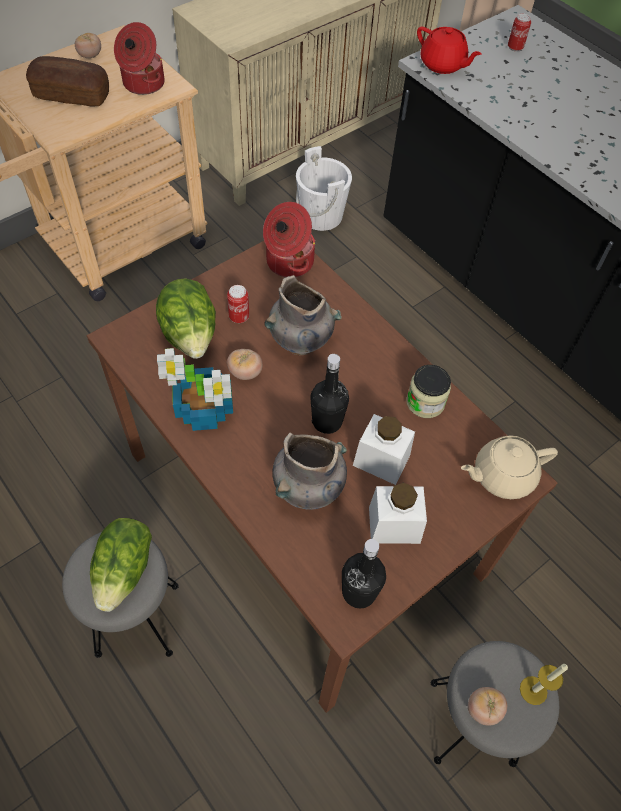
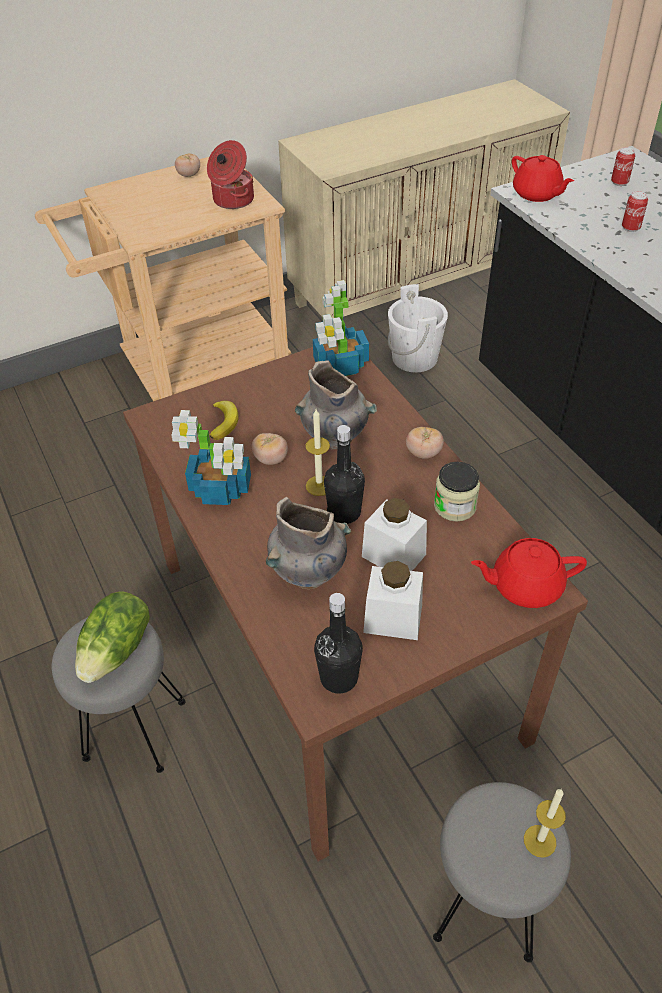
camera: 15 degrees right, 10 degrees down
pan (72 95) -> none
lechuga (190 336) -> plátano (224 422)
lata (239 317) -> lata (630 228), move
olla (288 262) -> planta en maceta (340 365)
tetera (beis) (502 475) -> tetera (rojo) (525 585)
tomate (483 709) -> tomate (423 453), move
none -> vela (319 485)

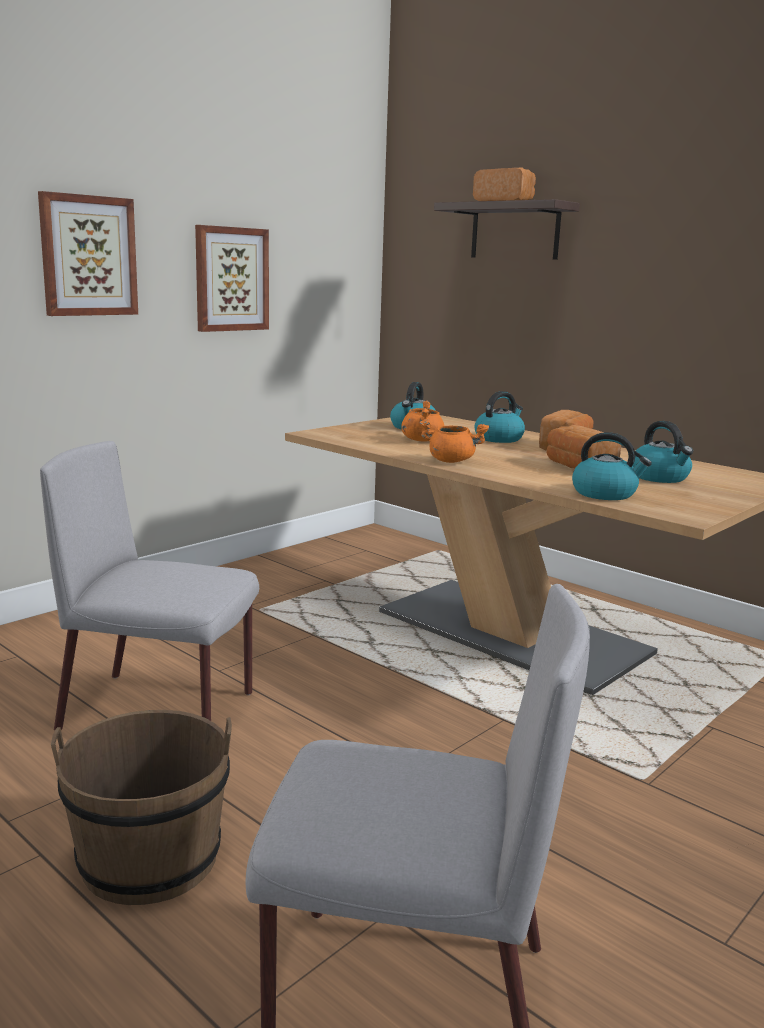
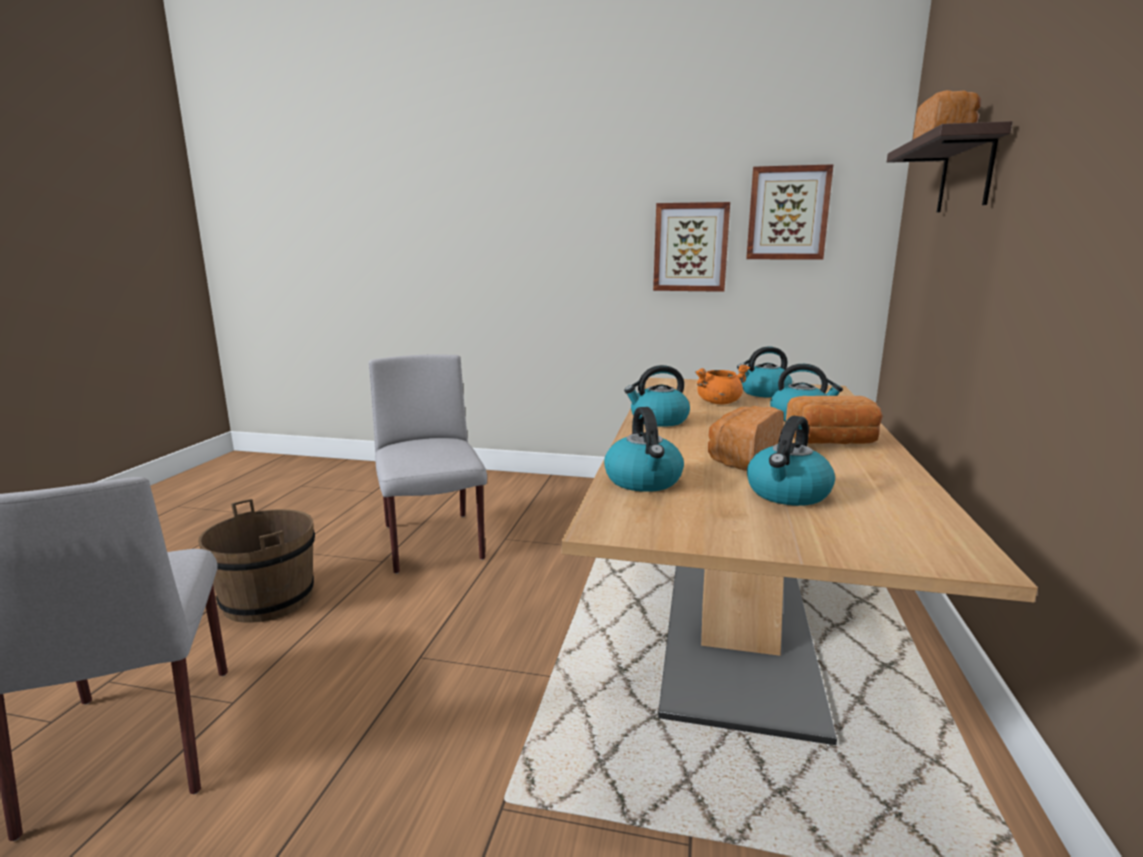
camera: 60 degrees right, 0 degrees up
cuadro (88 256) -> cuadro (787 213), move
olla (naranja) (452 461) -> hervidor (658 420)

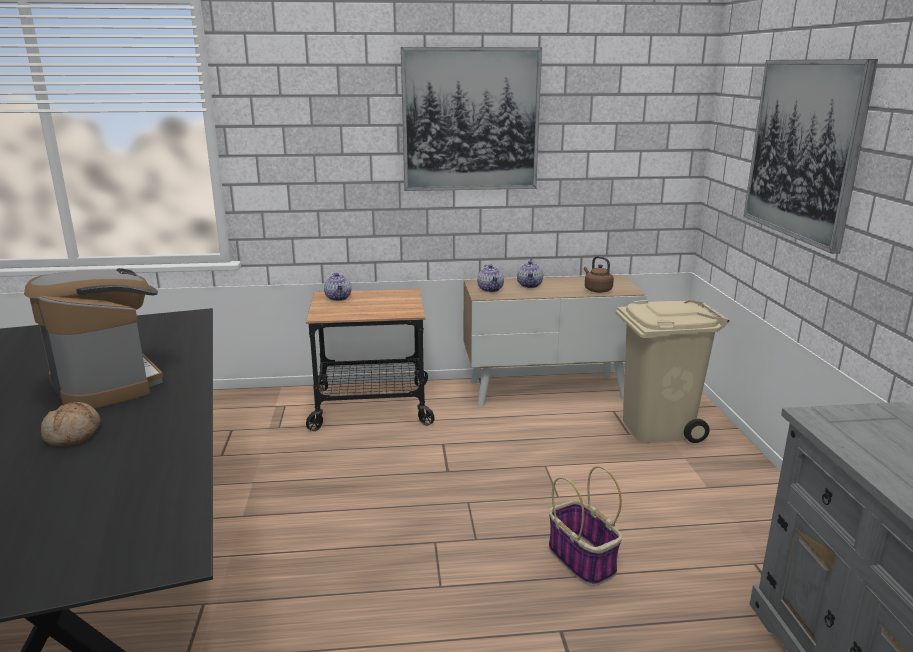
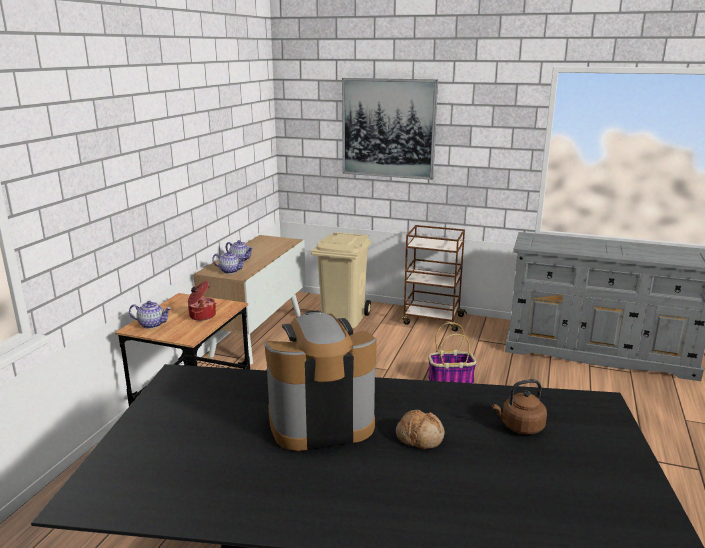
camera: 65 degrees left, 0 degrees up
cuadro (470 120) -> none
hervidor (marrón) (596 290) -> hervidor (marrón) (520 427), move
none -> olla (201 316)
none -> carrito (marrón) (432 320)

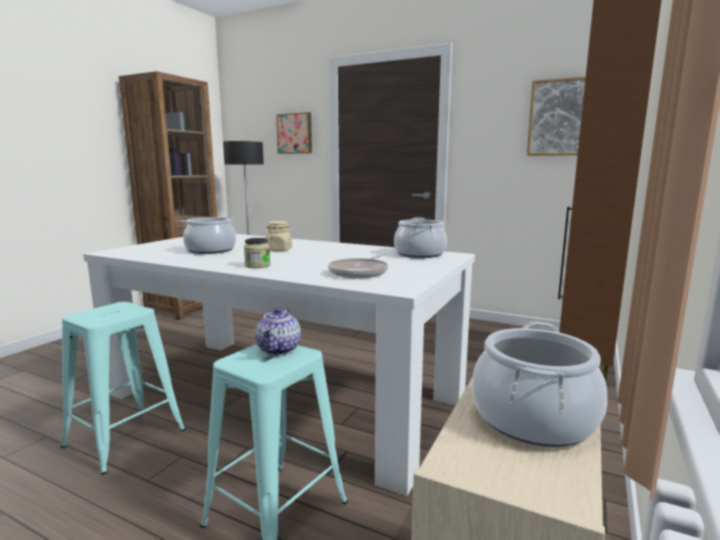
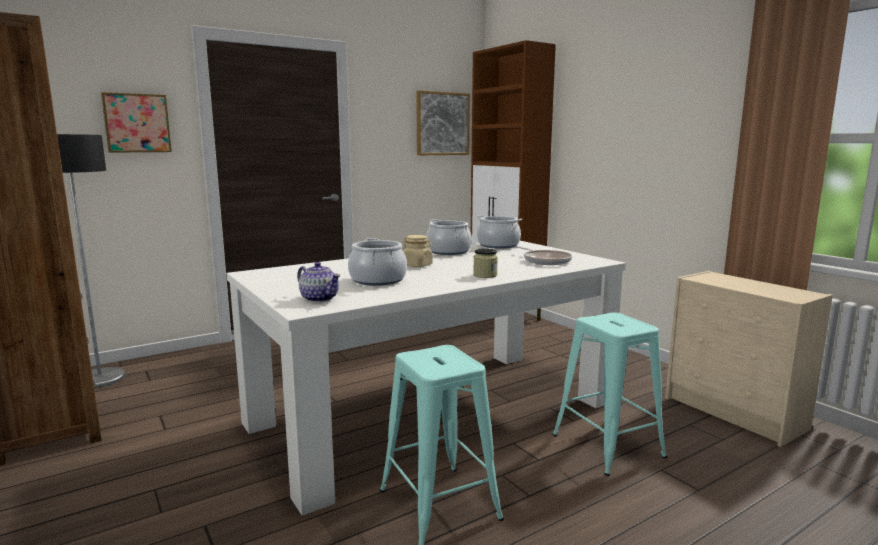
camera: 60 degrees left, 0 degrees up
tetera (279 349) -> tetera (319 298), move
olla (532 418) -> olla (448 251), move

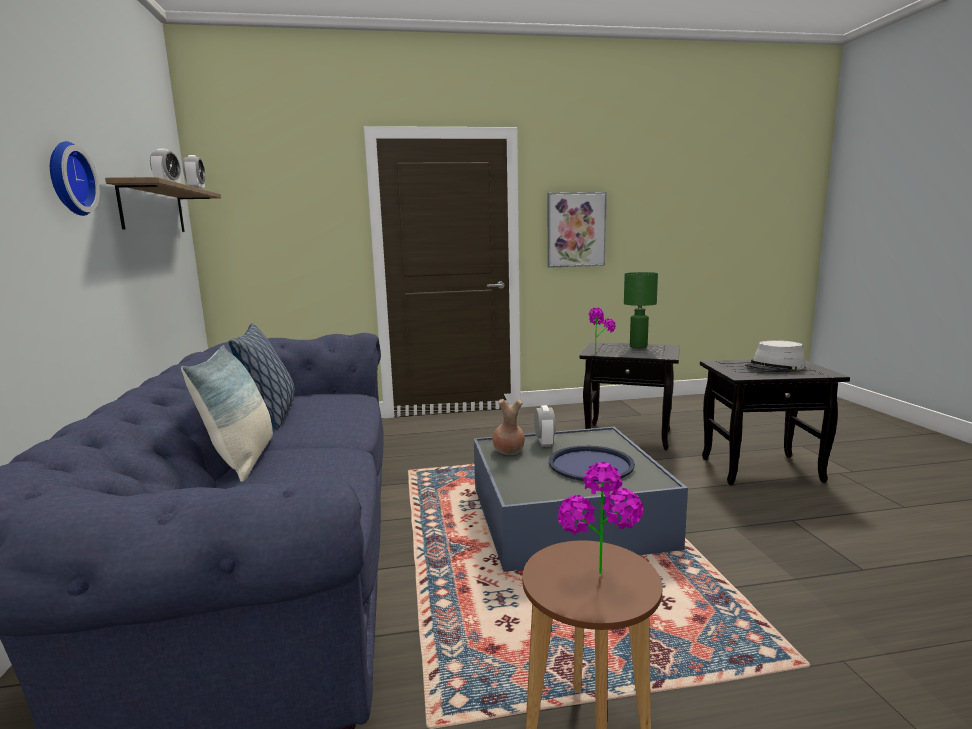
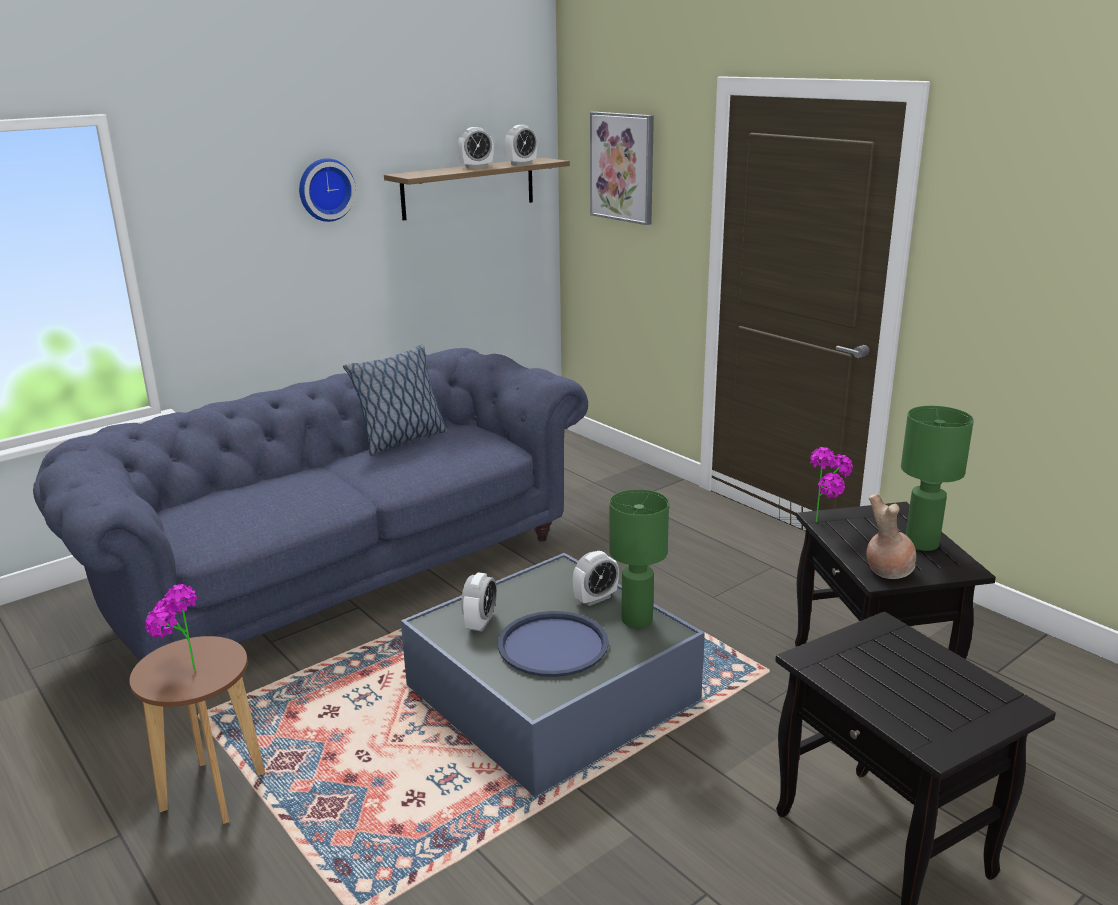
camera: 60 degrees right, 10 degrees up
cojín (243 460) -> none
florero (marrón) (508 451) -> florero (marrón) (886 571), move
cuadro (576 230) -> cuadro (622 167), move
sombrero (gris) (775 367) -> none
none -> despertador (480 623)
none -> lámpara de mesa (verde) (636 620)

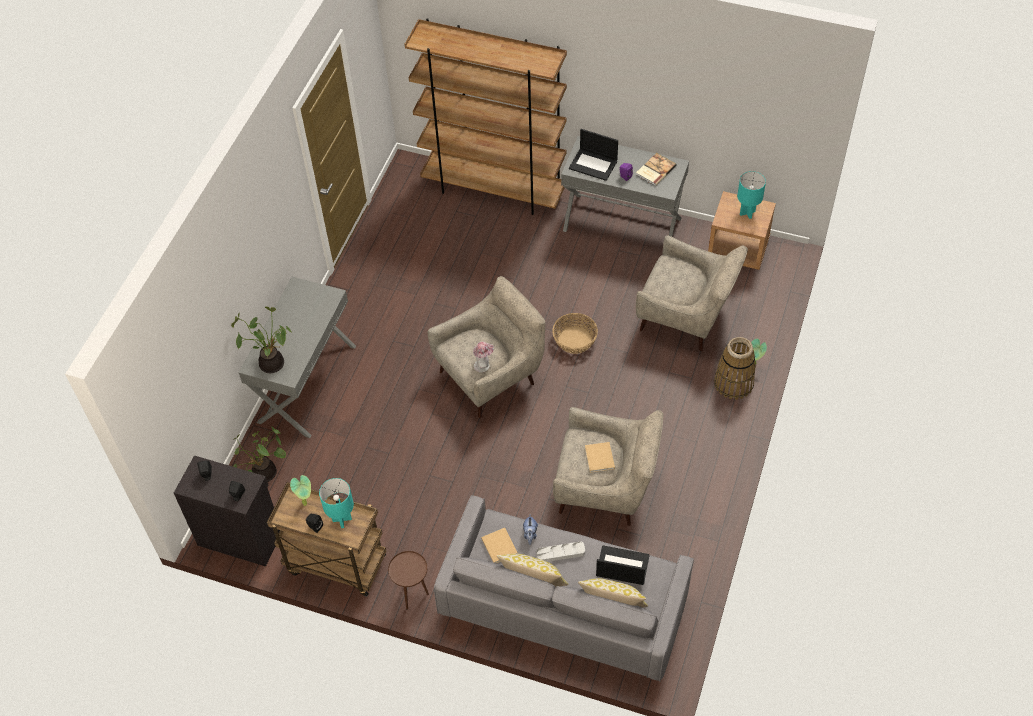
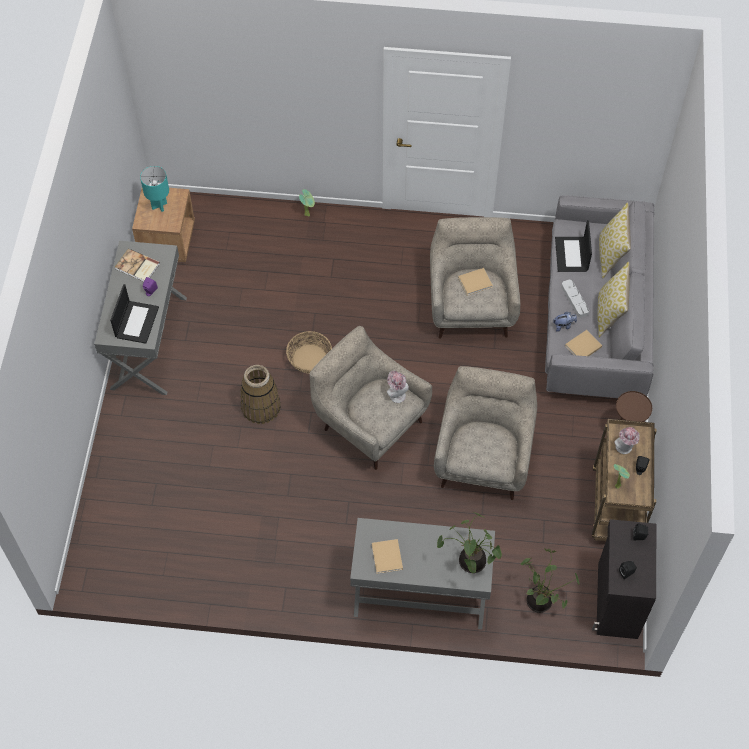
camera: 105 degrees left, 5 degrees up
lámpara de mesa (turquesa) (342 520) -> sombrero (625 448)
estantería (marrón) (494 190) -> none
sillón (beis) (687 318) -> sillón (beis) (483 458), move
cesta (733 383) -> cesta (260 407), move
none -> libro (beis) (387 558)

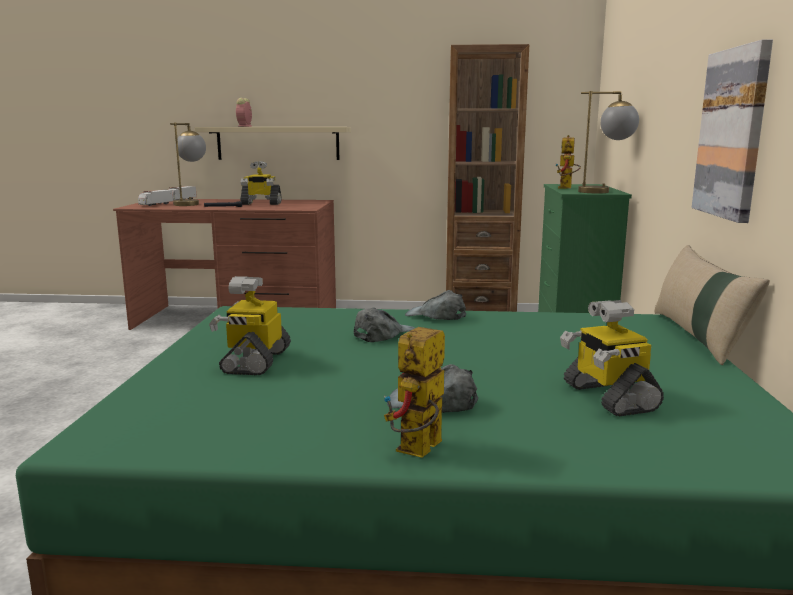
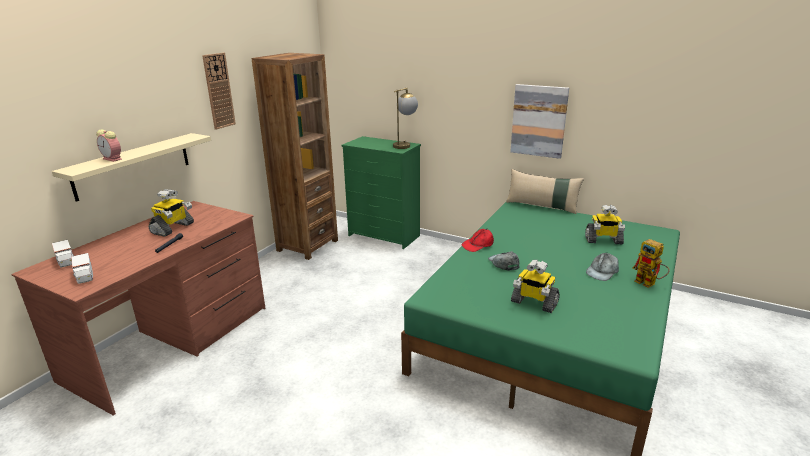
camera: 65 degrees left, 10 degrees up
lámpara de mesa (191 203) -> none
gorra (gris) (435 315) -> gorra (rojo) (478 245)
robot de juguete (566 188) -> none
none -> reloj de pared (219 91)

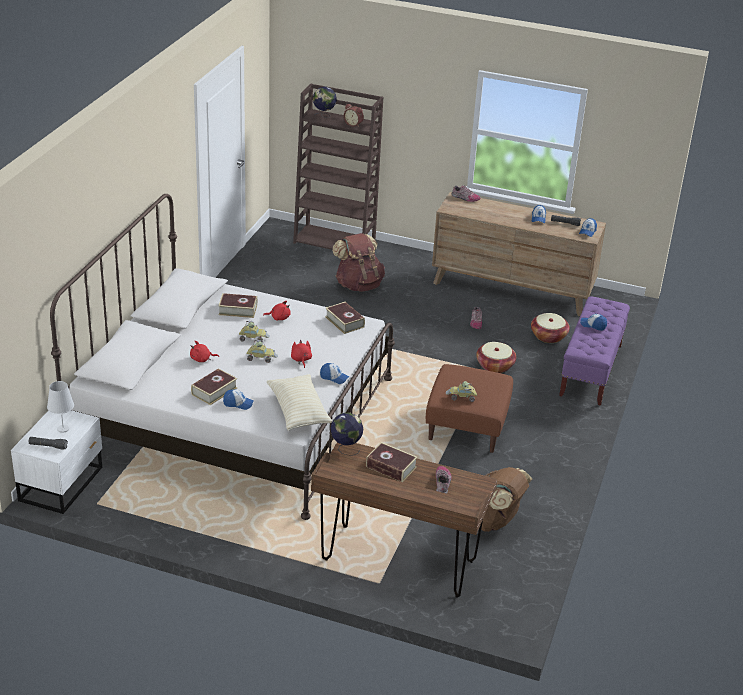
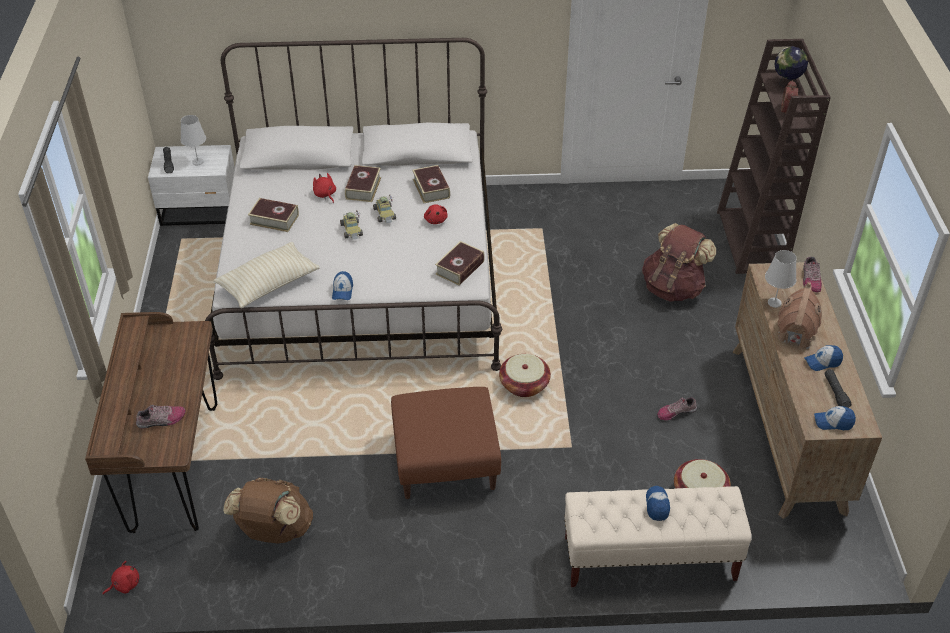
camera: 70 degrees right, 10 degrees up
gorra (238 403) -> none
peluche (rojo) (301 360) -> peluche (rojo) (124 584), move
globo terráqueo (345 448) -> none
libro (391 467) -> libro (363 188), move
coche de juguete (462 397) -> none
cesta (495 366) -> cesta (524 385), move
banco (morado) (591 370) -> banco (beis) (649 558)
none -> lámpara de mesa (blanco) (774 302)
none -> casita (795 334)

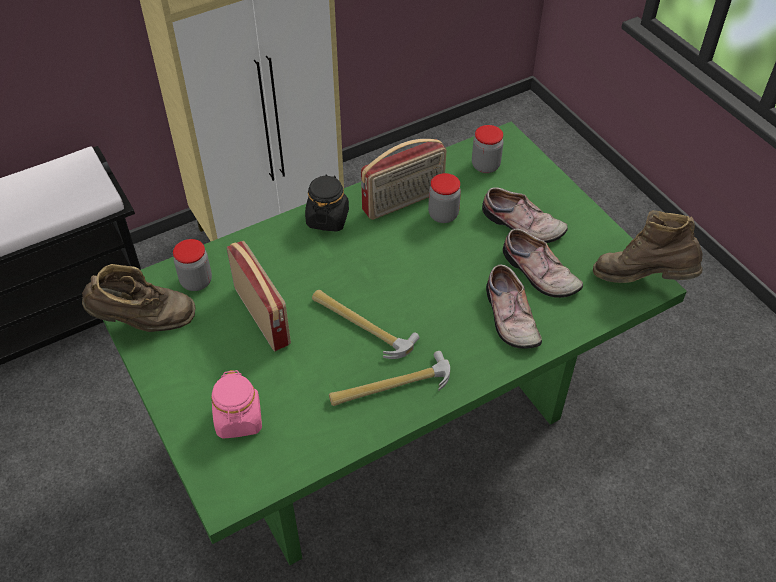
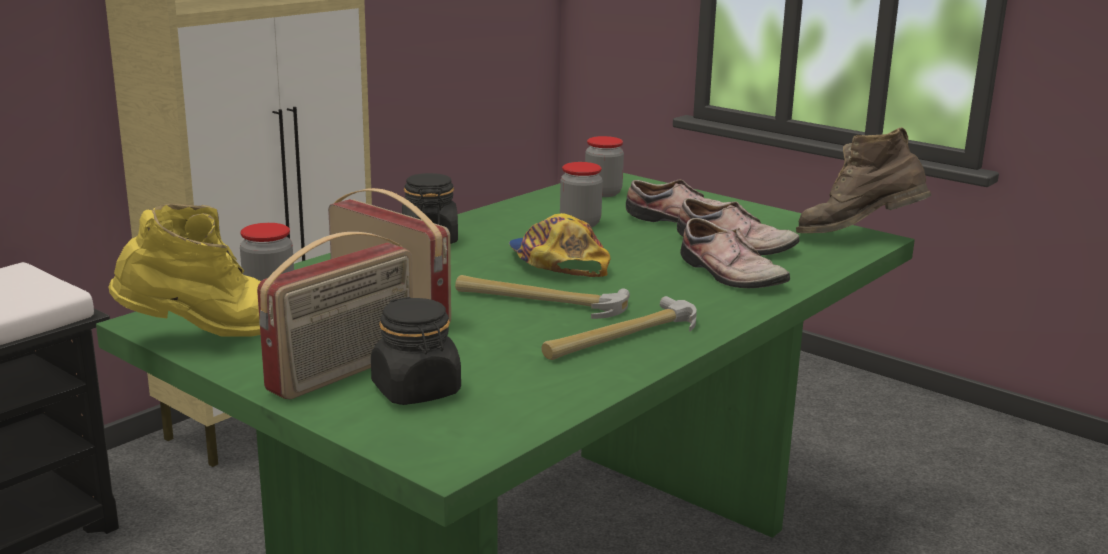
camera: 20 degrees left, 30 degrees down
bota (marrón) (144 322) -> bota (amarillo) (206 336)
tarro (rosa) (239 419) -> tarro (negro) (416 390)
radio (404 202) -> radio (344 372), move
none -> gorra (556 262)

